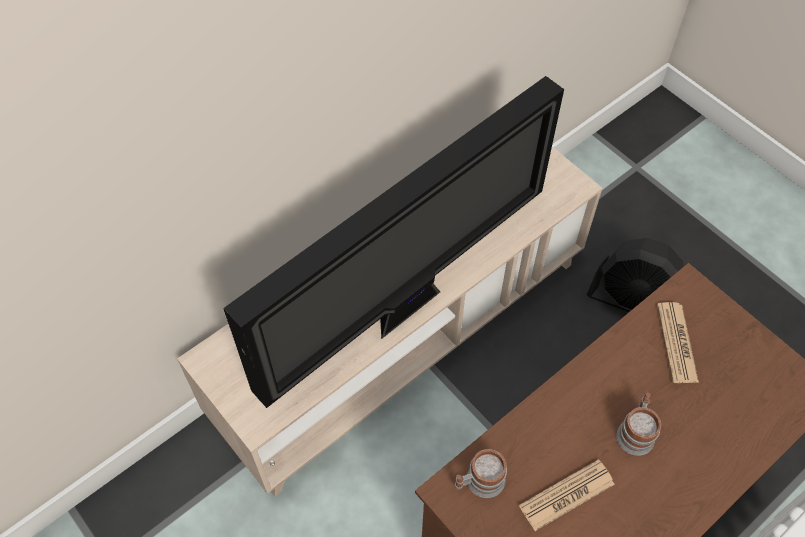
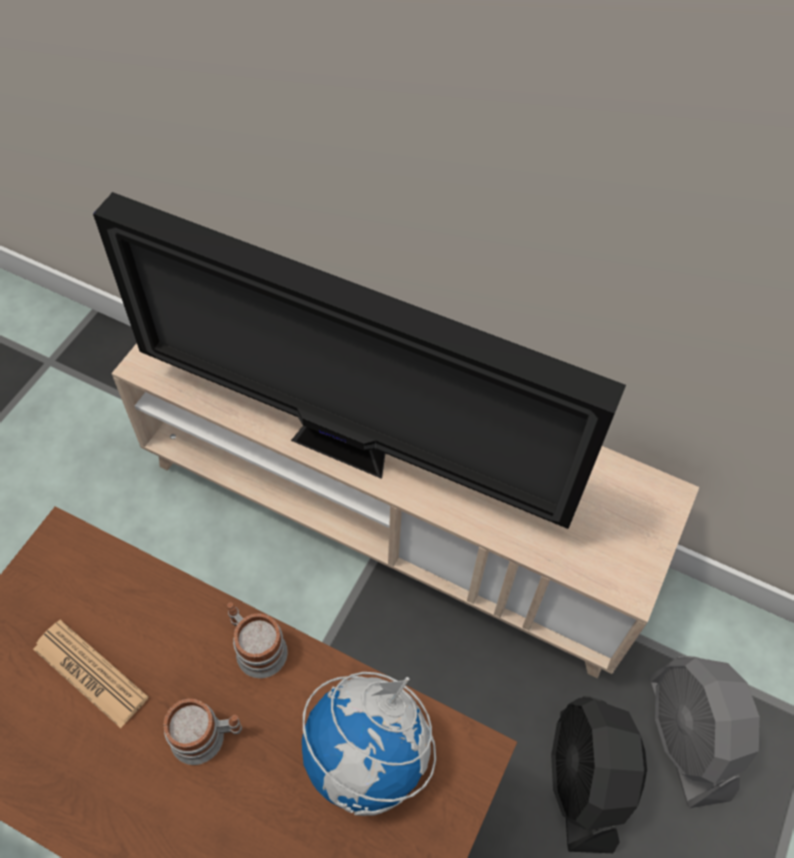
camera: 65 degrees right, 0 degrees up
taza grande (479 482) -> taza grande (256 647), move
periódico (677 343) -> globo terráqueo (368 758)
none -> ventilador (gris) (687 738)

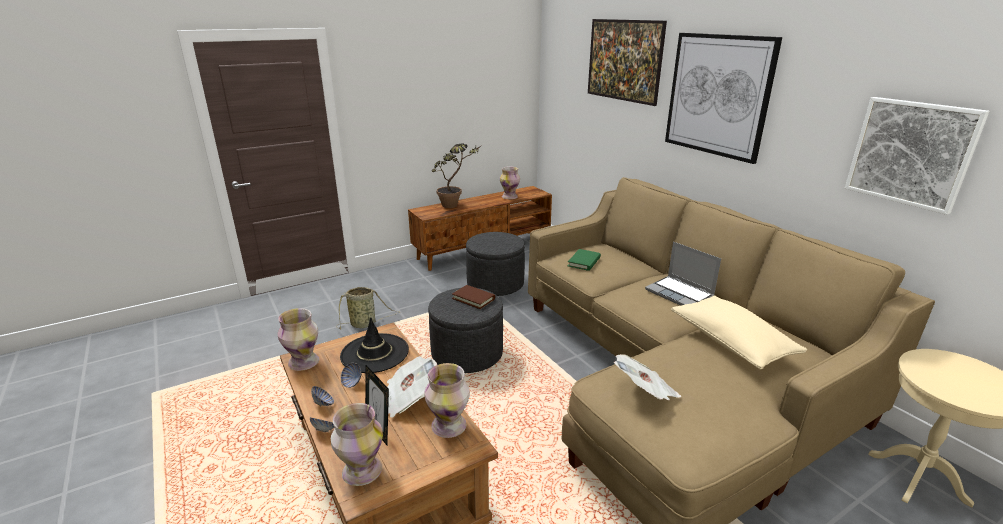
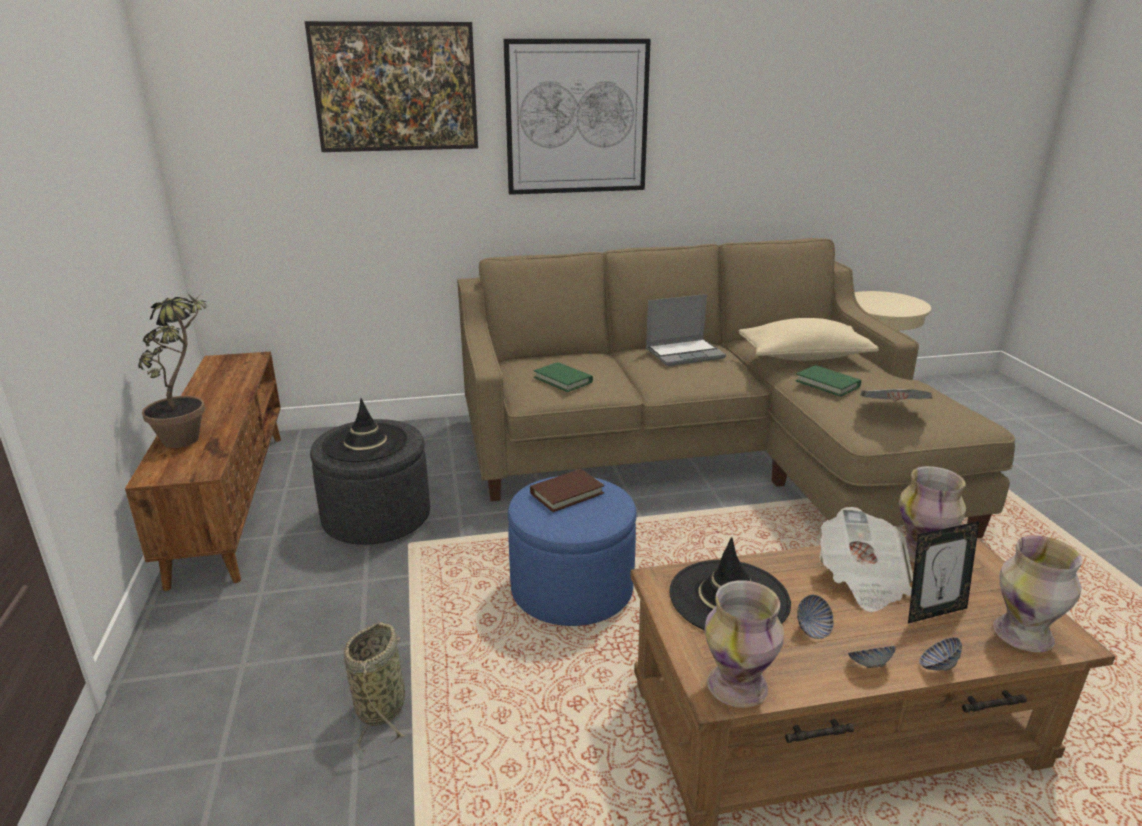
camera: 70 degrees left, 0 degrees up
puf (gris) (467 353) -> puf (azul) (572 589)
florero (509 197) -> none
cuadro (911 153) -> none
none -> sombrero (negro) (365 443)
none -> libro (verde) (827 384)

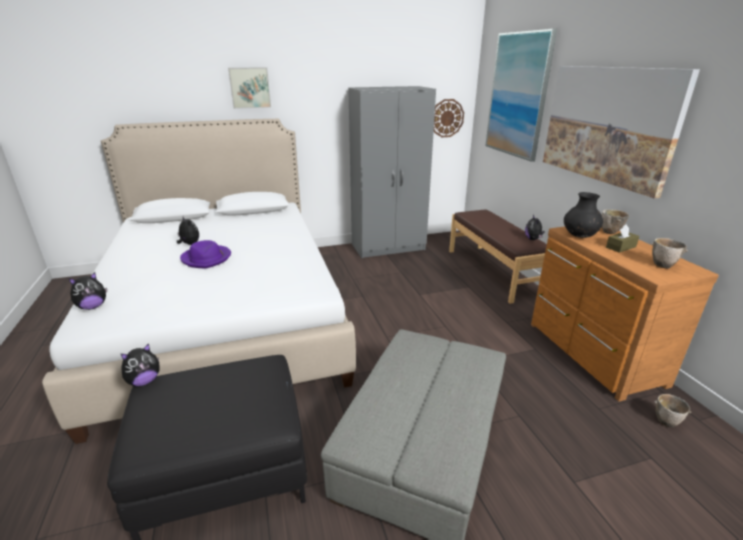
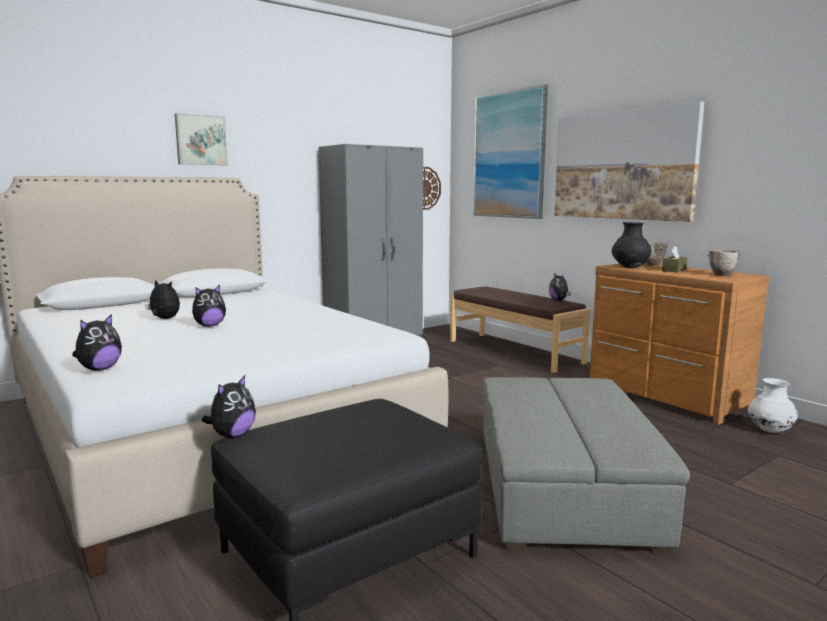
camera: 20 degrees left, 15 degrees down
sombrero (morado) (207 258) -> peluche (209 326)
cuenco (667 422) -> florero (blanco) (770 431)

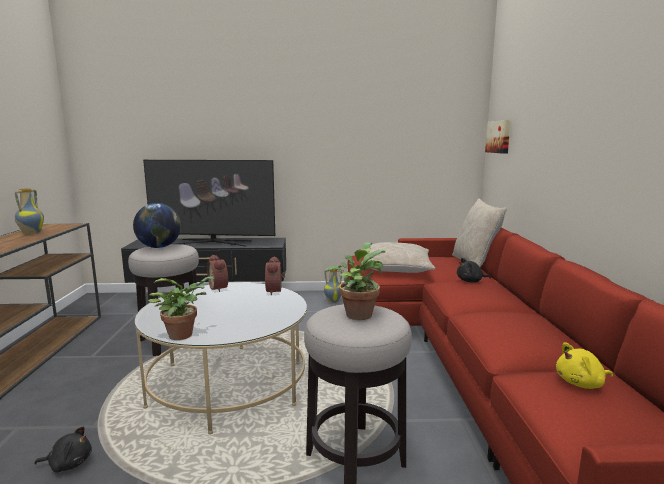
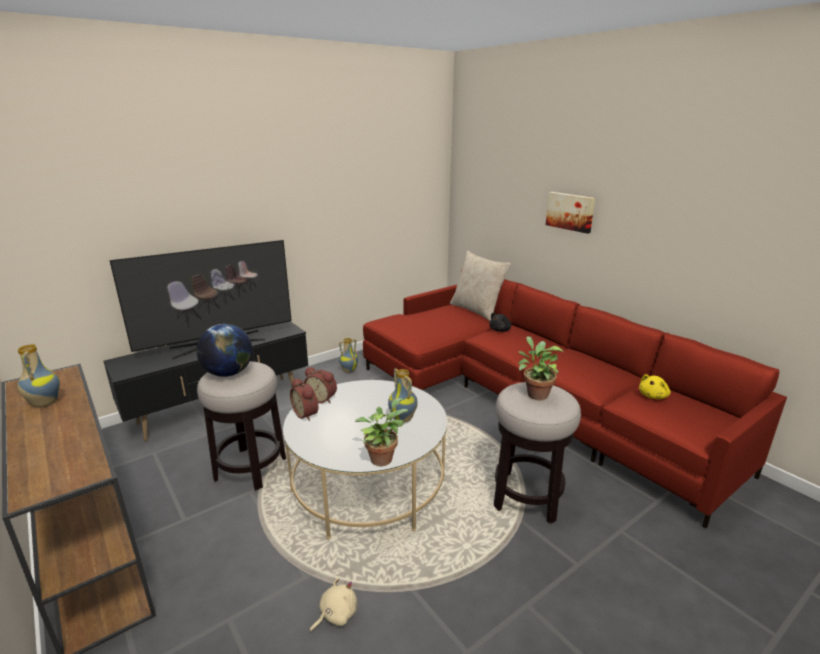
camera: 35 degrees left, 10 degrees up
peluche (negro) (69 463) -> peluche (beis) (336 614)
despertador (276 291) -> despertador (307 413), move
cojín (beis) (396 267) -> none
cuadro (499 137) -> cuadro (570 211), move
none -> florero (403 418)

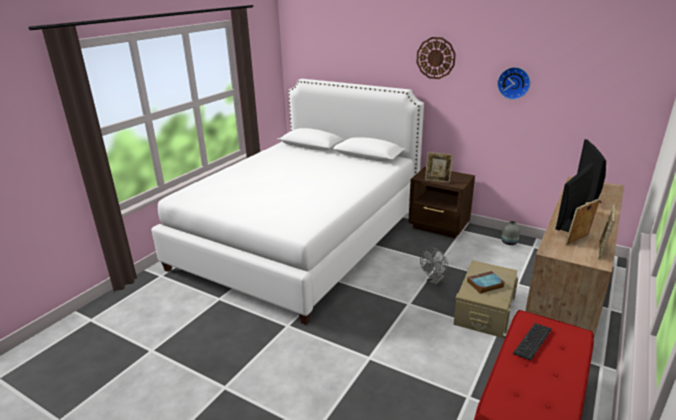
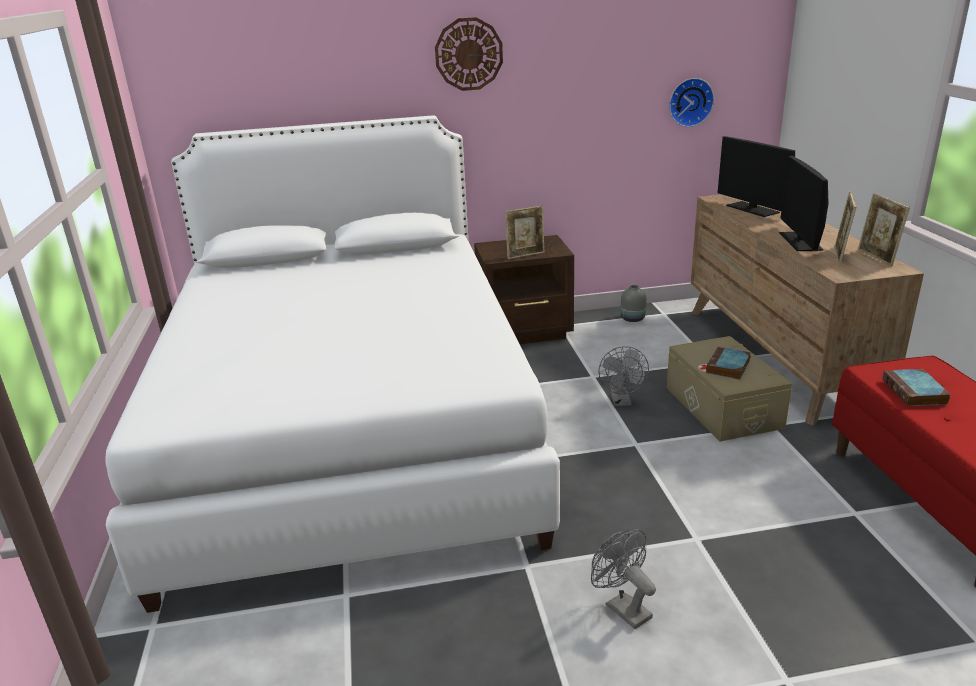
camera: 40 degrees left, 0 degrees up
reloj de pared (514 83) -> reloj de pared (690 102), move
teclado (532 342) -> libro (915 392)
none -> ventilador (gris) (622 607)

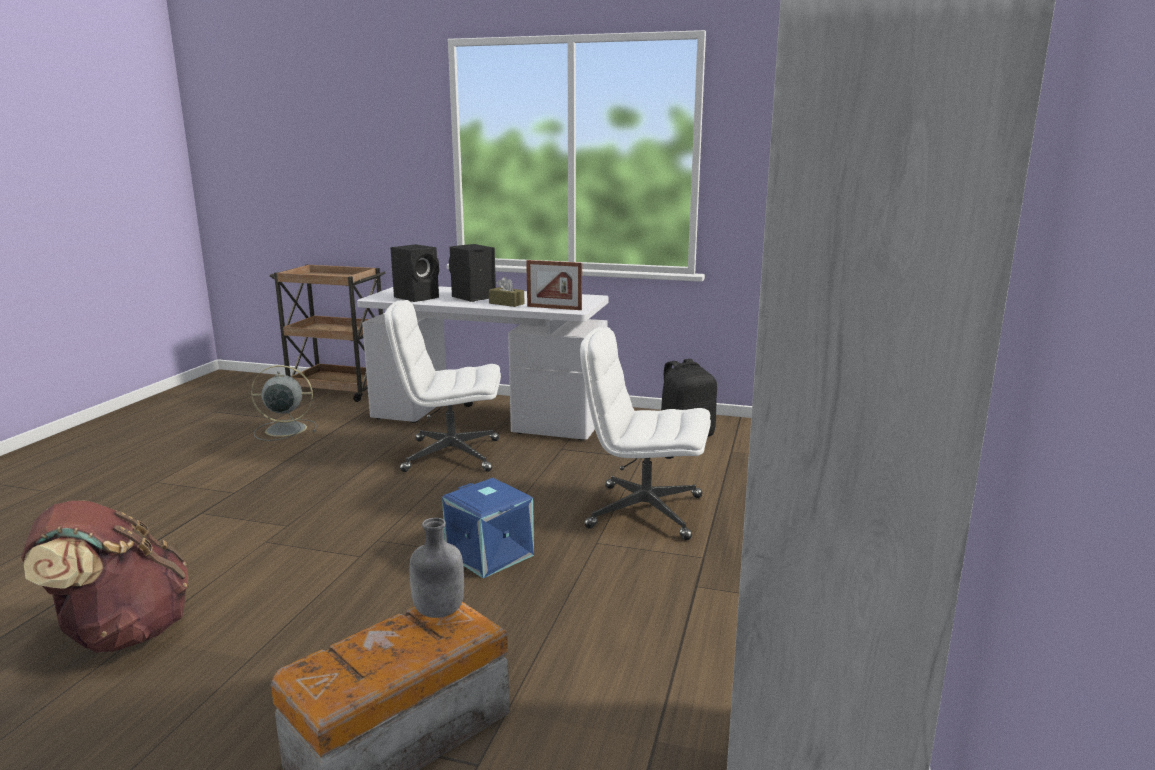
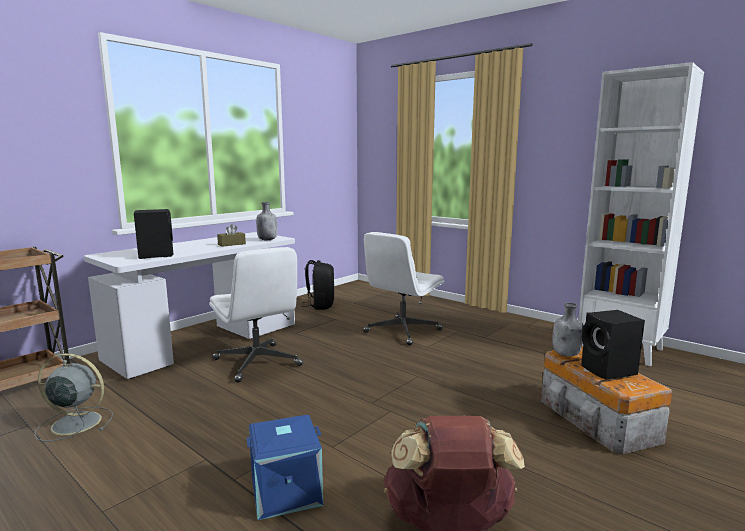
camera: 65 degrees left, 5 degrees down
ventilador (gris) (284 429) -> ventilador (gris) (74 423), 75 degrees clockwise
silla de oficina (blanco) (450 455) -> silla de oficina (blanco) (258 363), 60 degrees counterclockwise
caja de almacenaje (azul) (491 554) -> caja de almacenaje (azul) (286 490), move
altavoz (negro) (472 297) -> altavoz (negro) (609 371), move
portarretratos (554 308) -> botella (gris) (267 240)

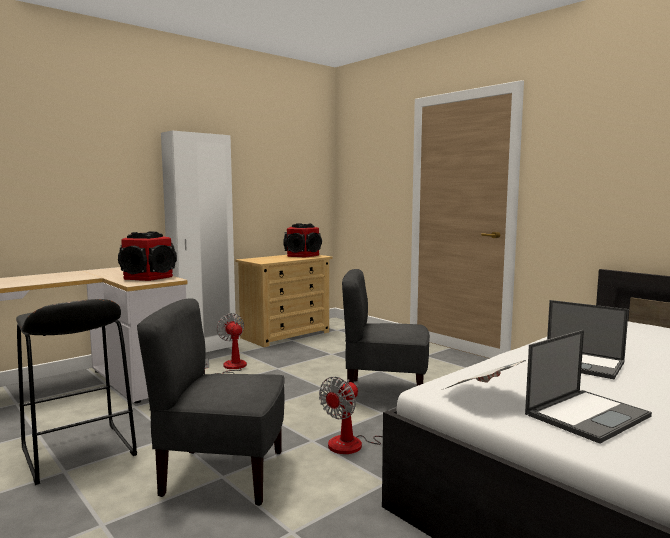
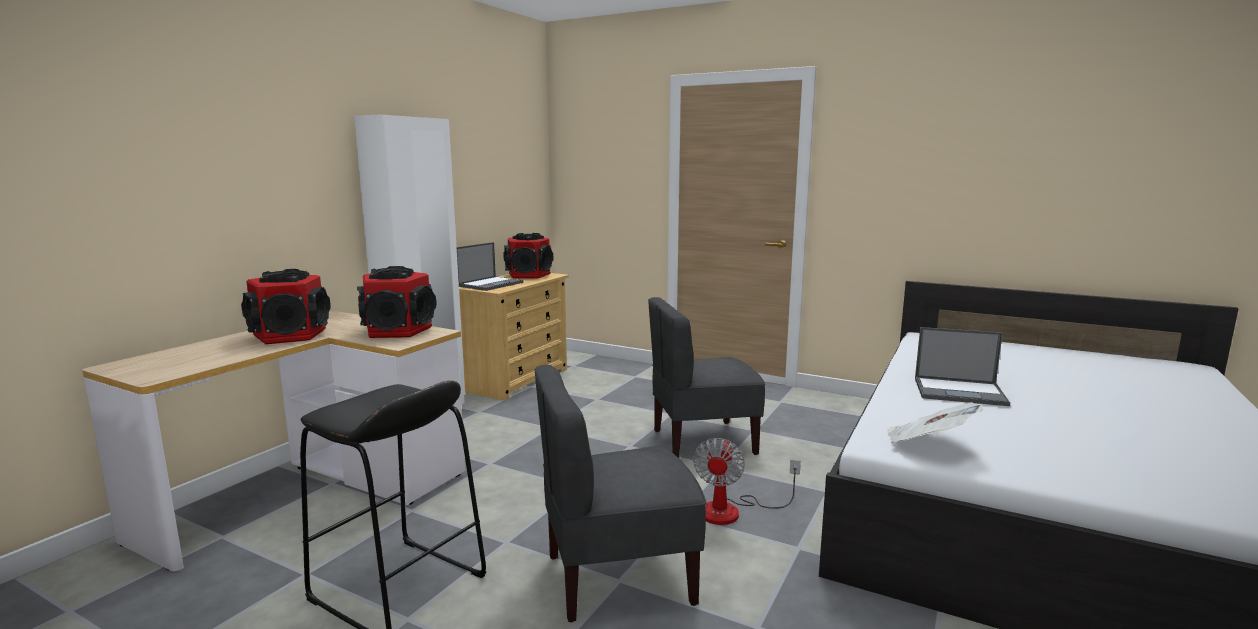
camera: 20 degrees left, 5 degrees up
ventilador (230 368) -> none
portátil (587 415) -> portátil (491 284), move
none -> altavoz (289 335)

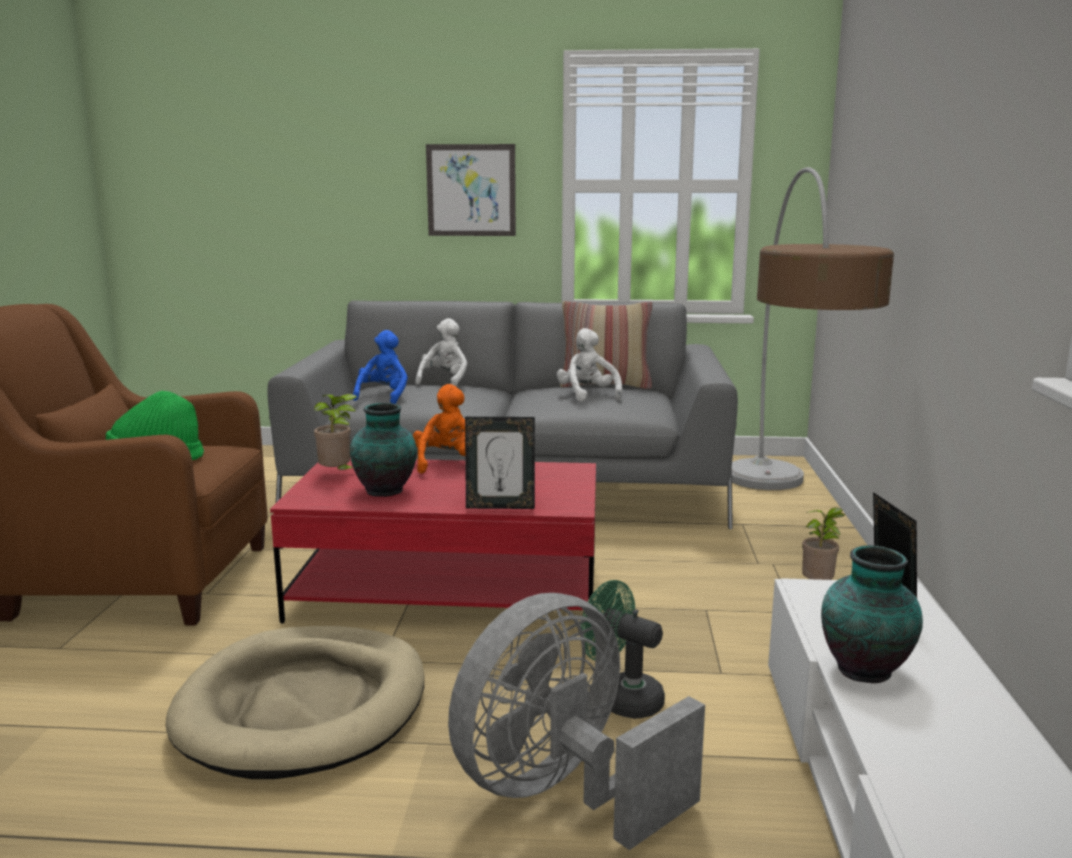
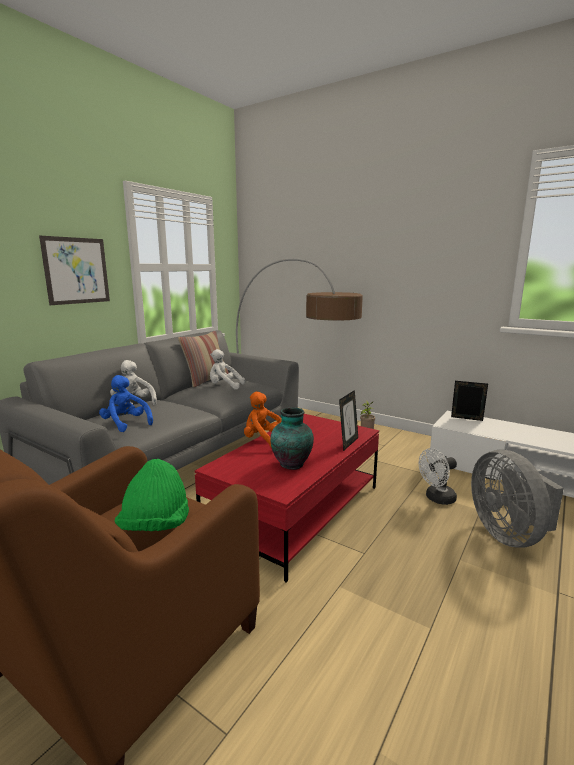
camera: 60 degrees left, 0 degrees up
cama para perro (beis) (304 707) -> none
planta en maceta (337 474) -> none
ventilador (verde) (622 698) -> ventilador (blanco) (437 499)
florero (867 670) -> none

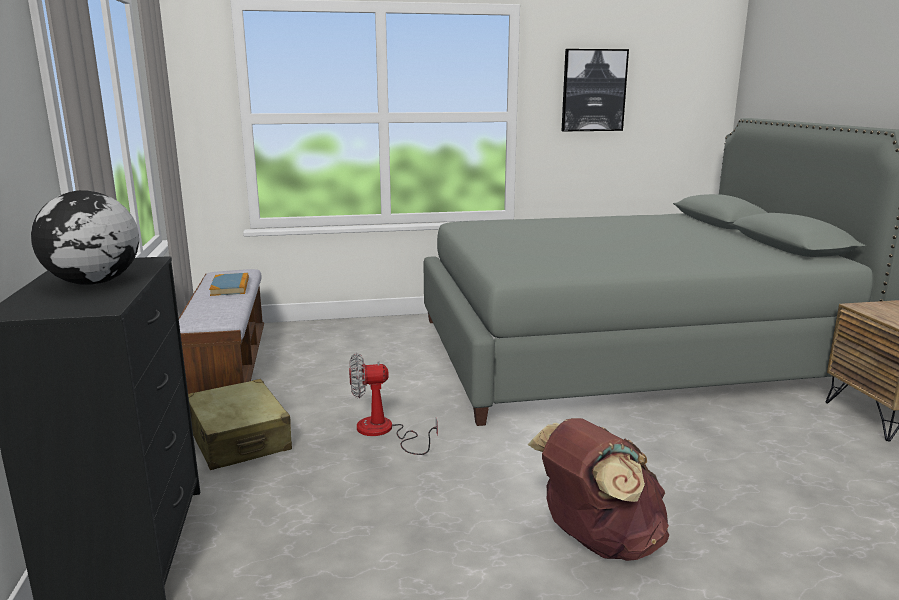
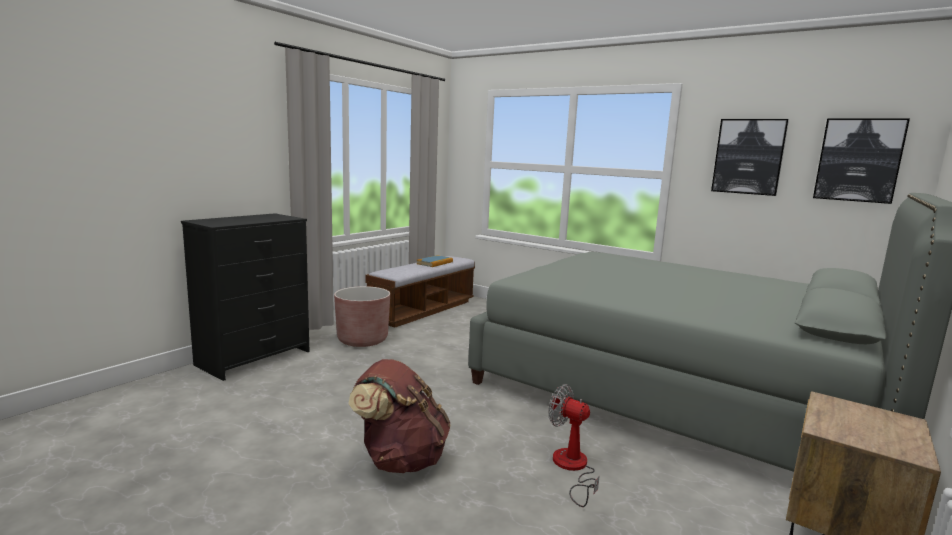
camera: 45 degrees right, 5 degrees down
globo terráqueo (93 283) -> none
maleta (beis) (239 439) -> maceta (marrón) (362 340)
ventilador (384 432) -> ventilador (572 468), move
none -> cuadro (858 160)

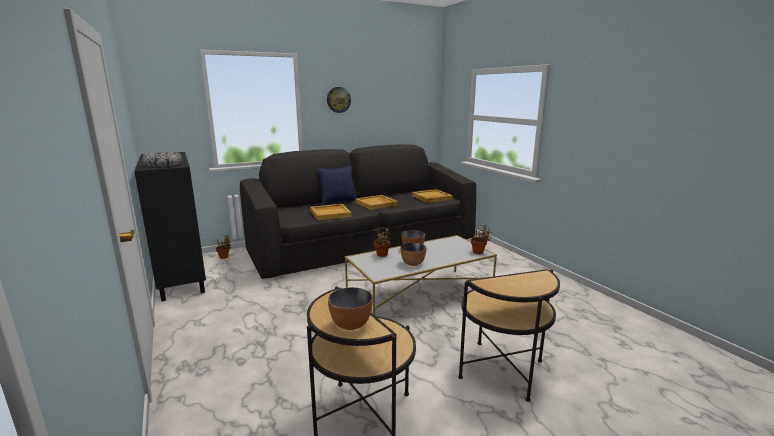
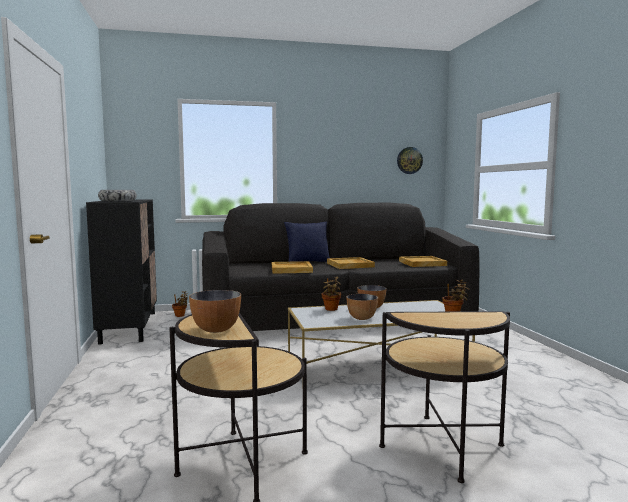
camera: 15 degrees right, 10 degrees down
reloj de pared (338 99) -> reloj de pared (409 160), move

